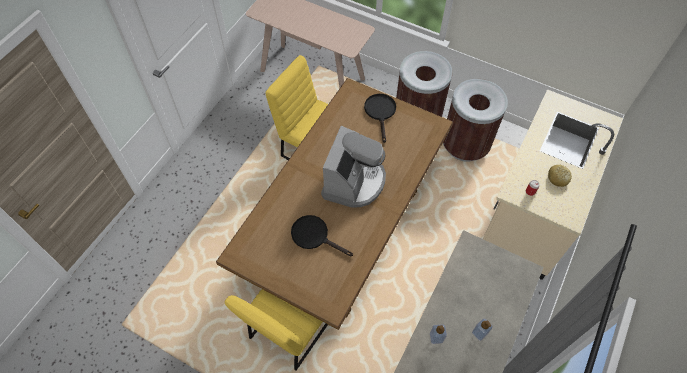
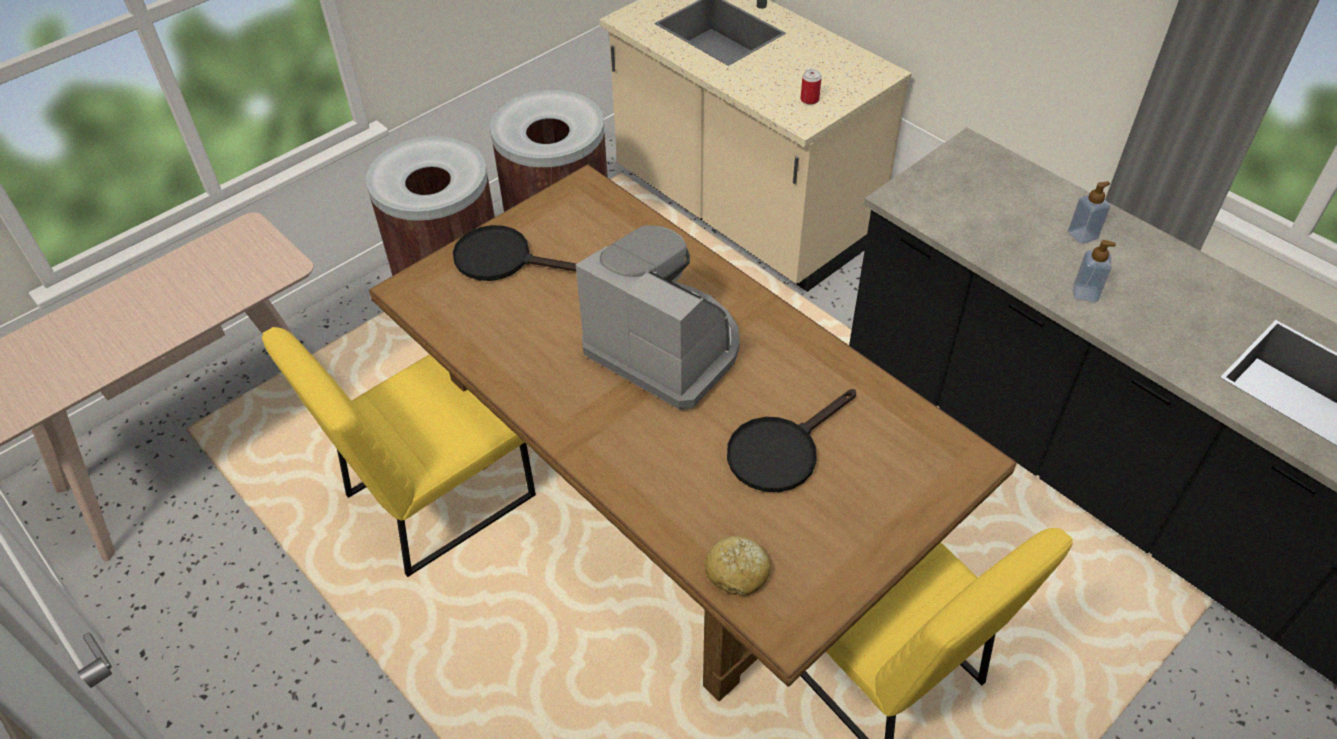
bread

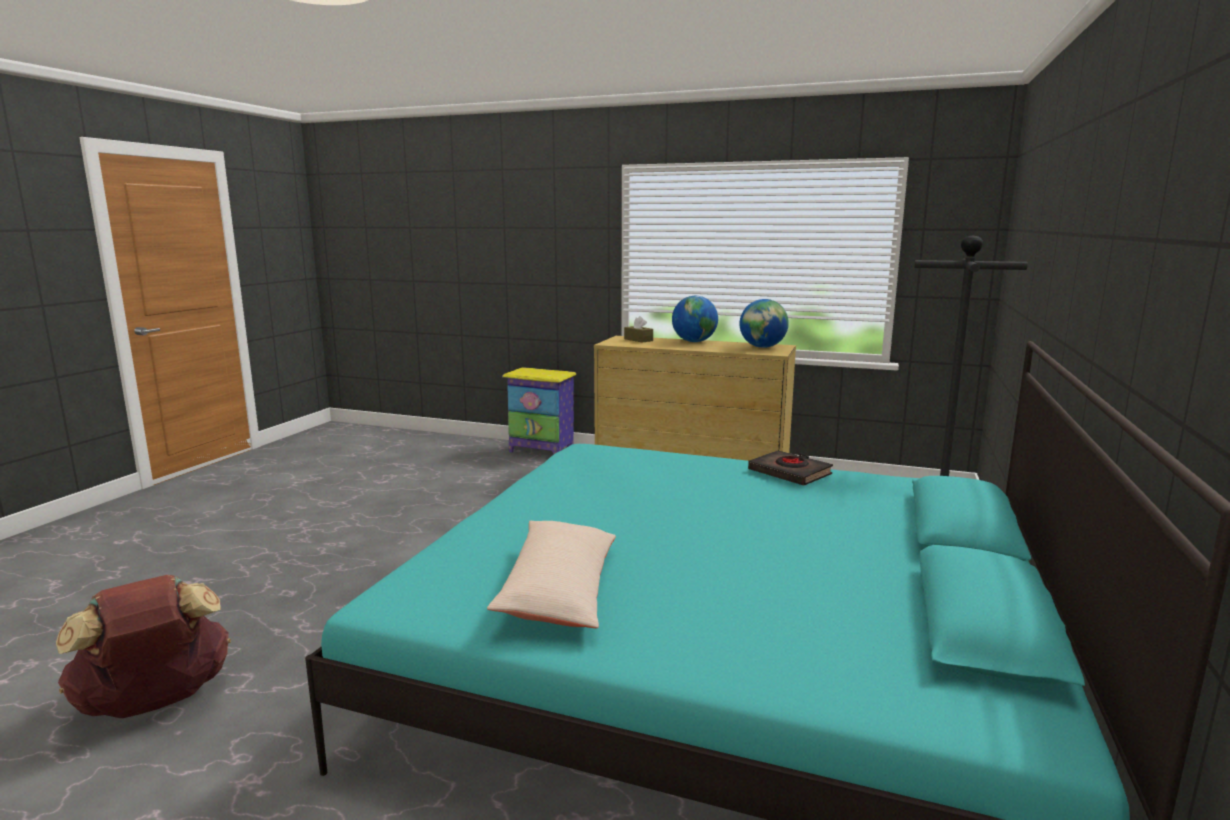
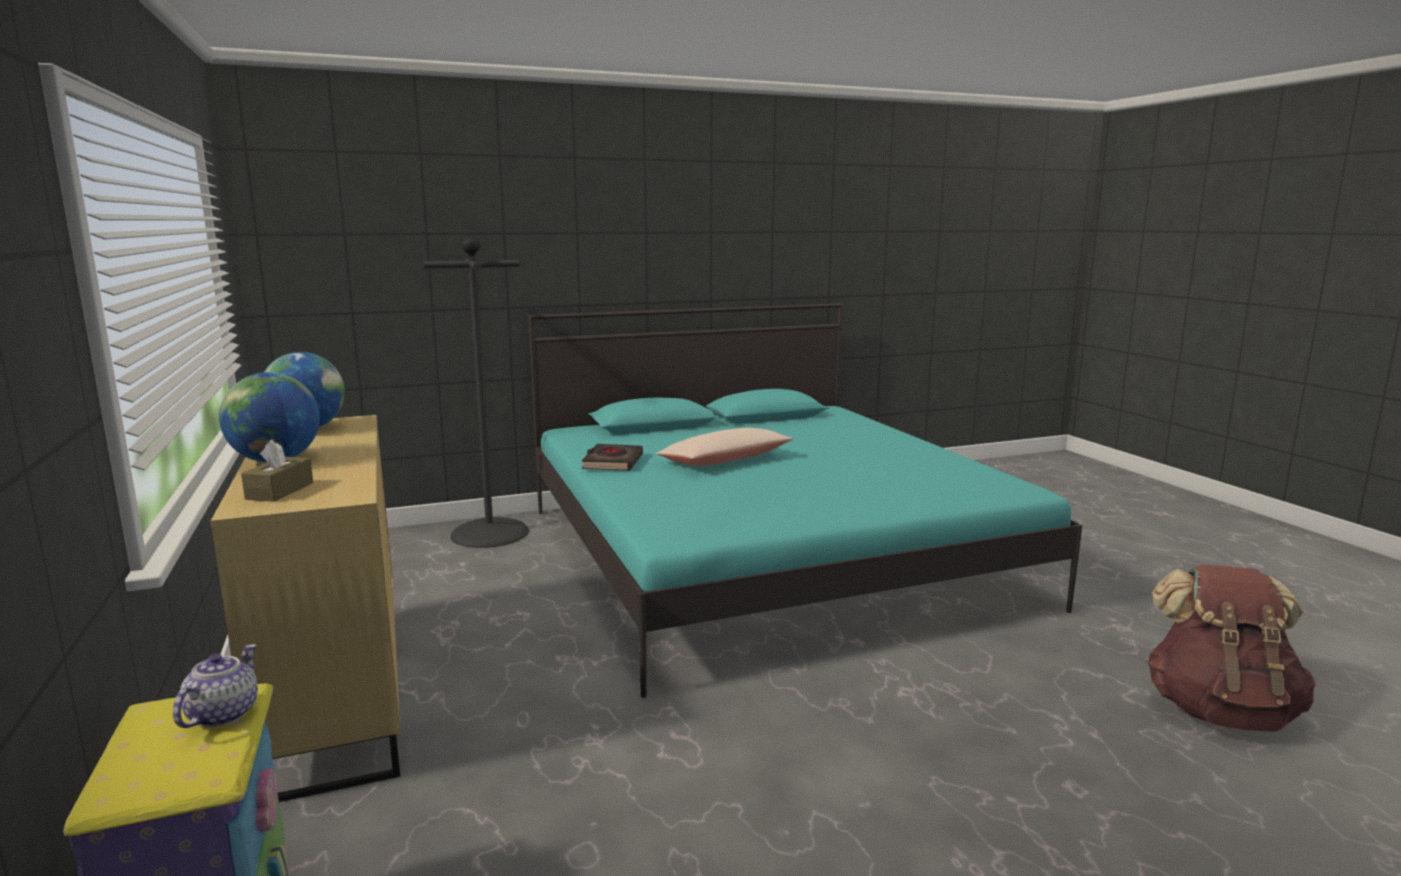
tea pot; sand-coloured throw pillow

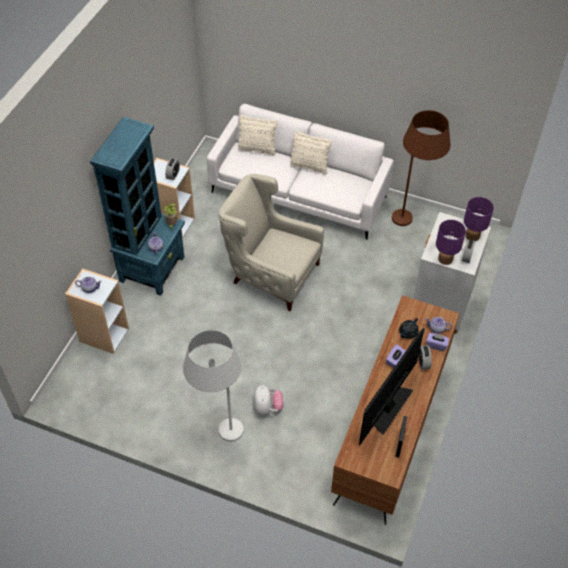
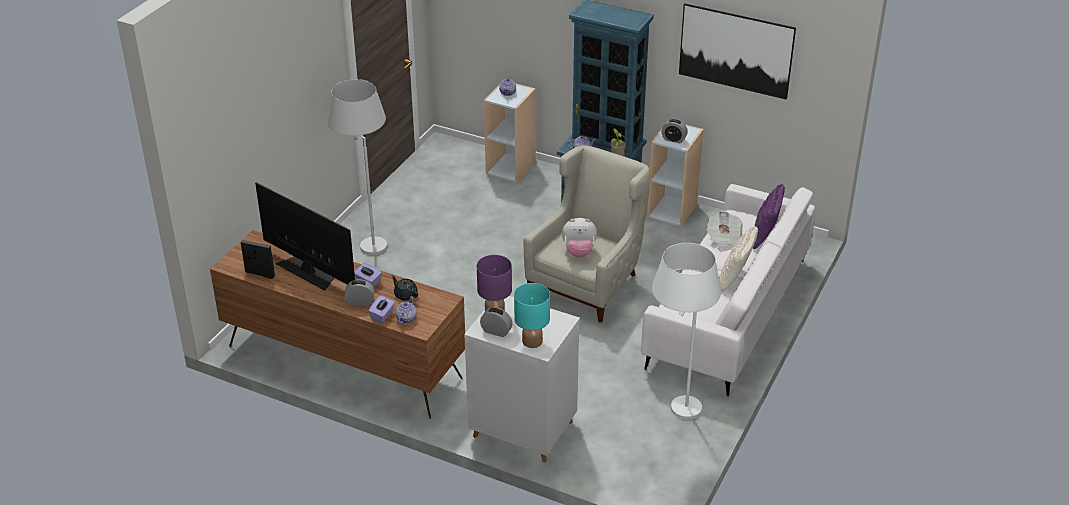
turquoise-coloured table lamp; soft toy; white-coloured floor lamp (no. 2 from left); wall art; printed paper; purple-coloured throw pillow

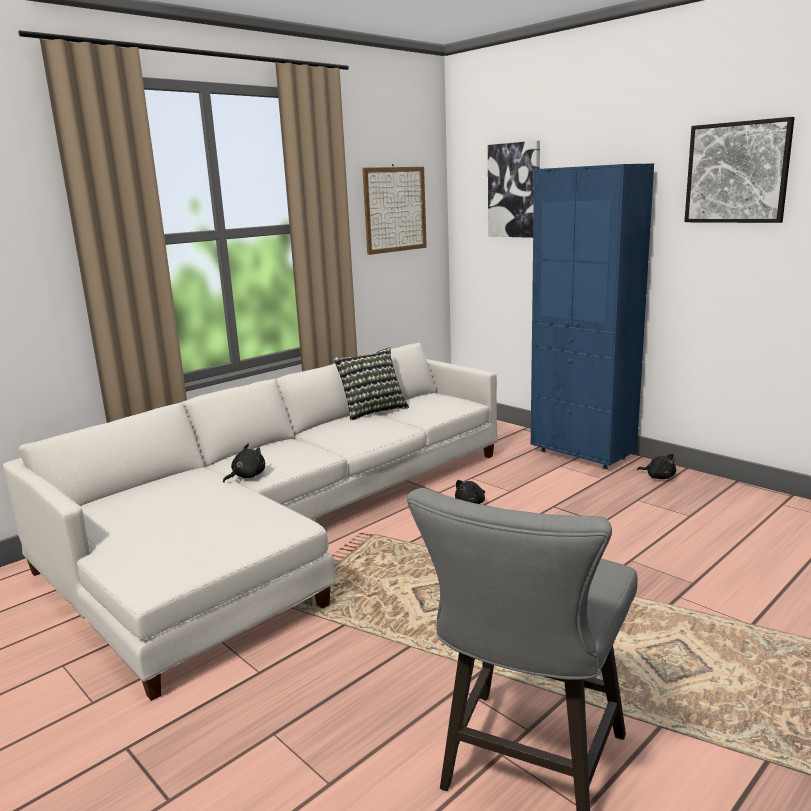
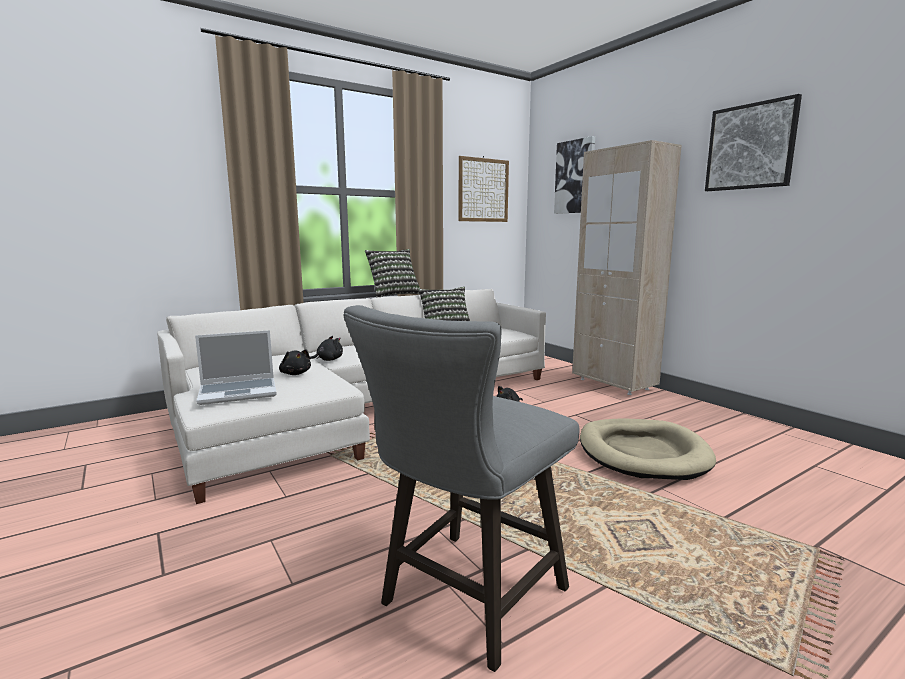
notebook computer; black soft toy (no. 1 from left); throw pillow (no. 1 from left); sand-coloured cupboard; sand-coloured dog cushion

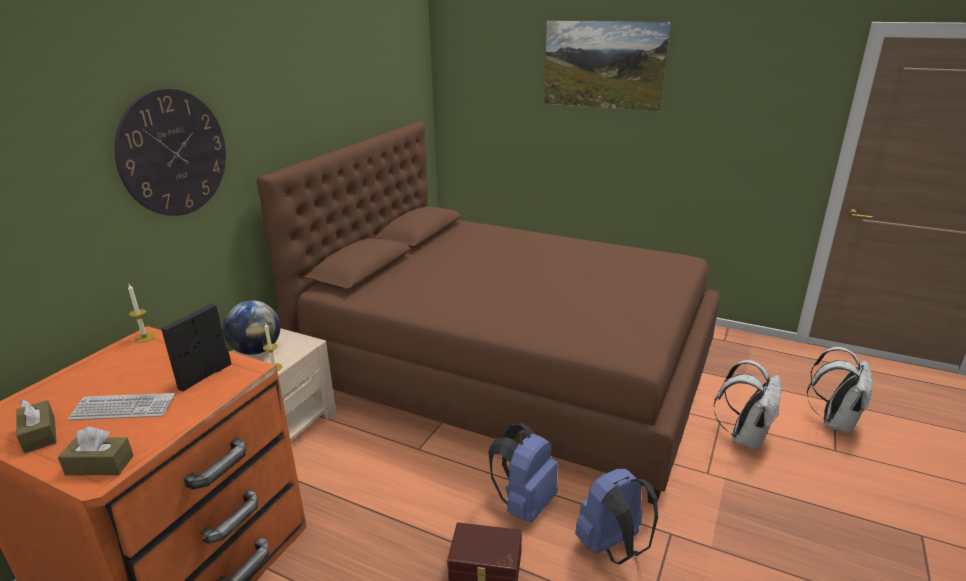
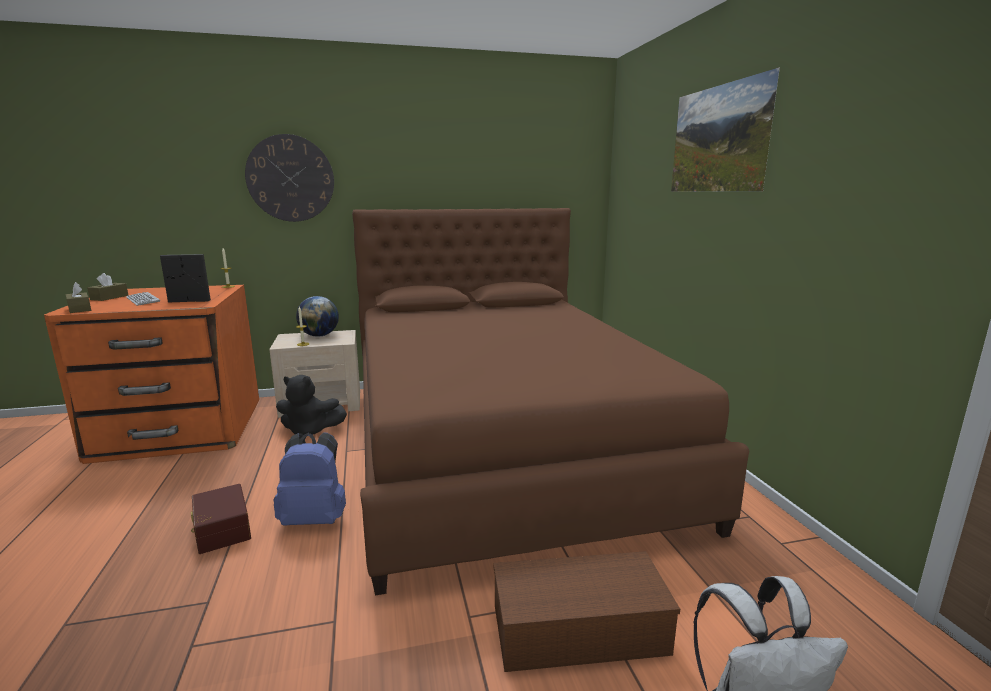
black soft toy; brown-coloured storage box (no. 2 from left); bluish rucksack (no. 2 from left in the first image)

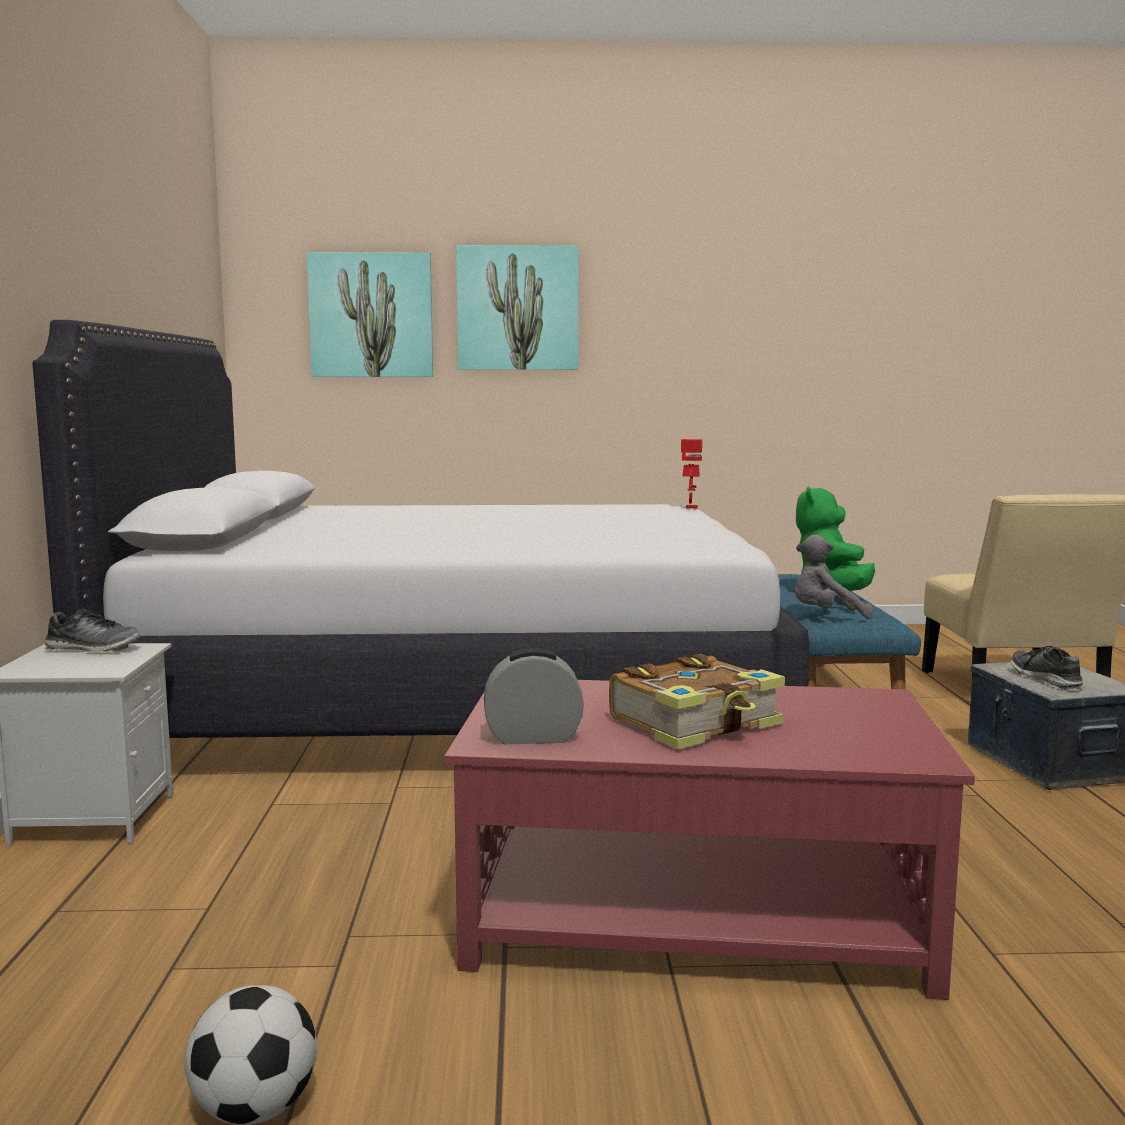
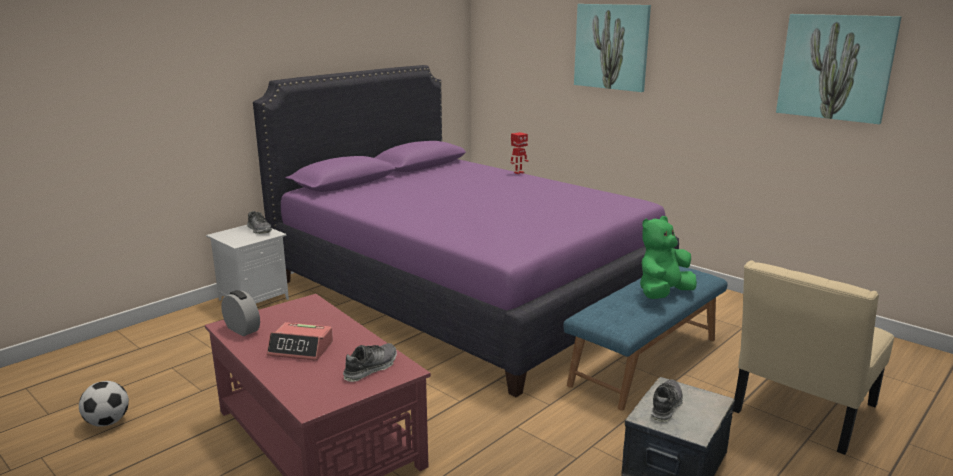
purple-coloured bedroom bed; alarm clock (no. 2 from left); shoe (no. 2 from left); robot figure; wall art (no. 2 from left); greyish soft toy

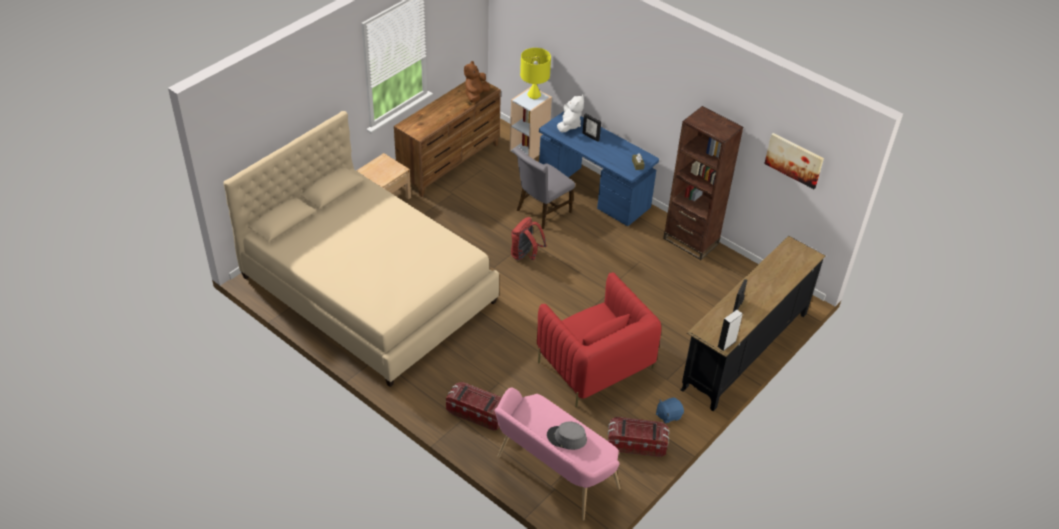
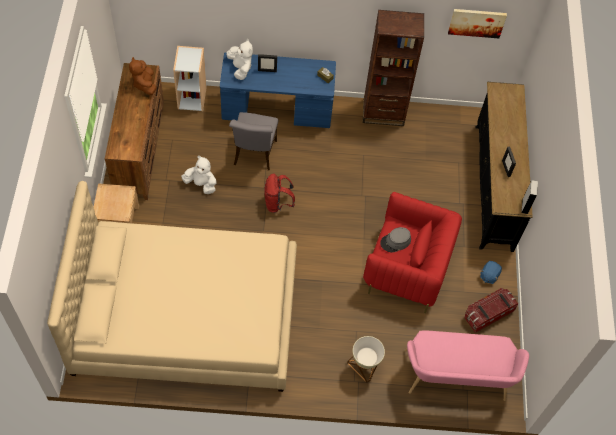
white-coloured soft toy (no. 1 from left); flower pot; greyish wearable hat; yellow-coloured table lamp

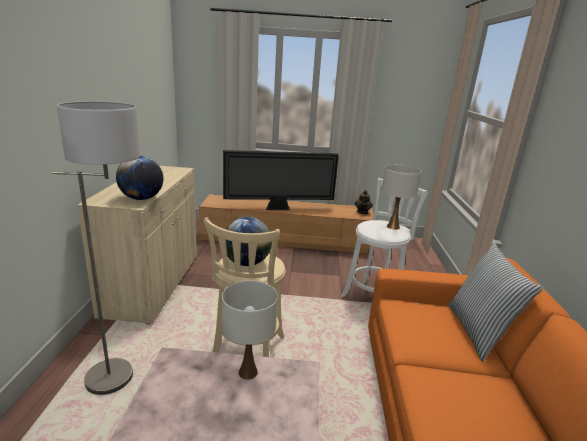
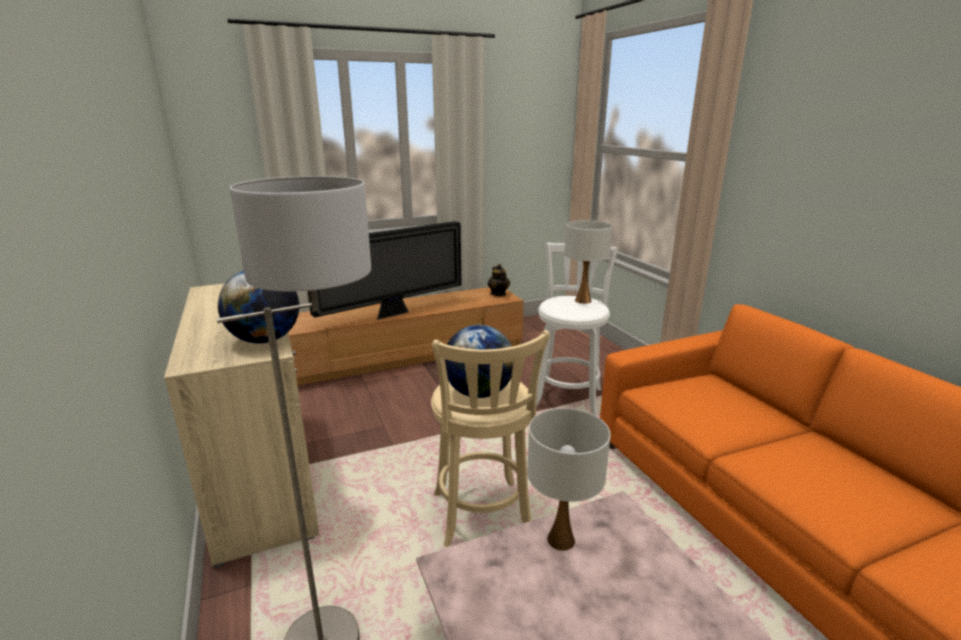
throw pillow

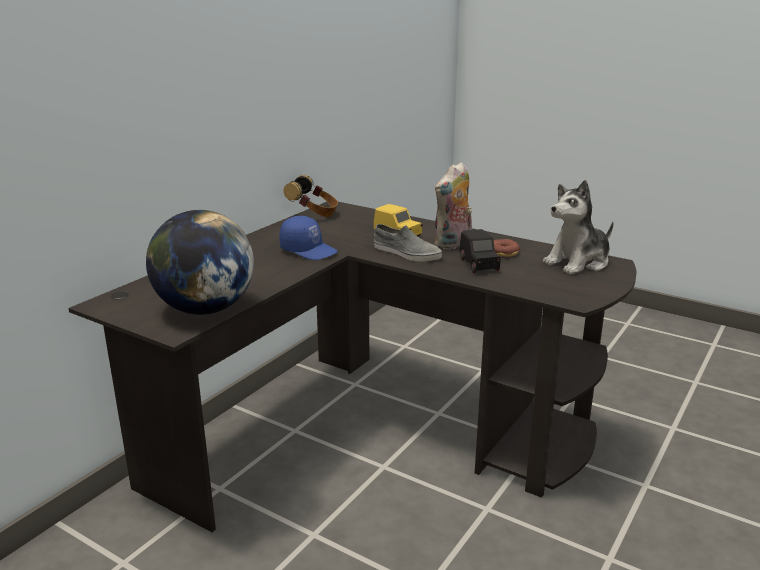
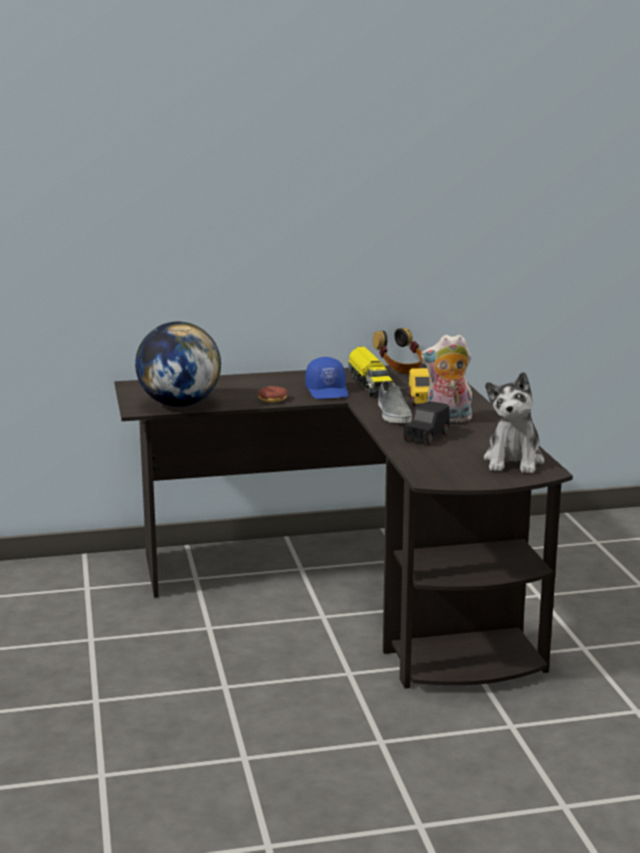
ring doughnut; toy lorry; soft toy (no. 2 from left)

